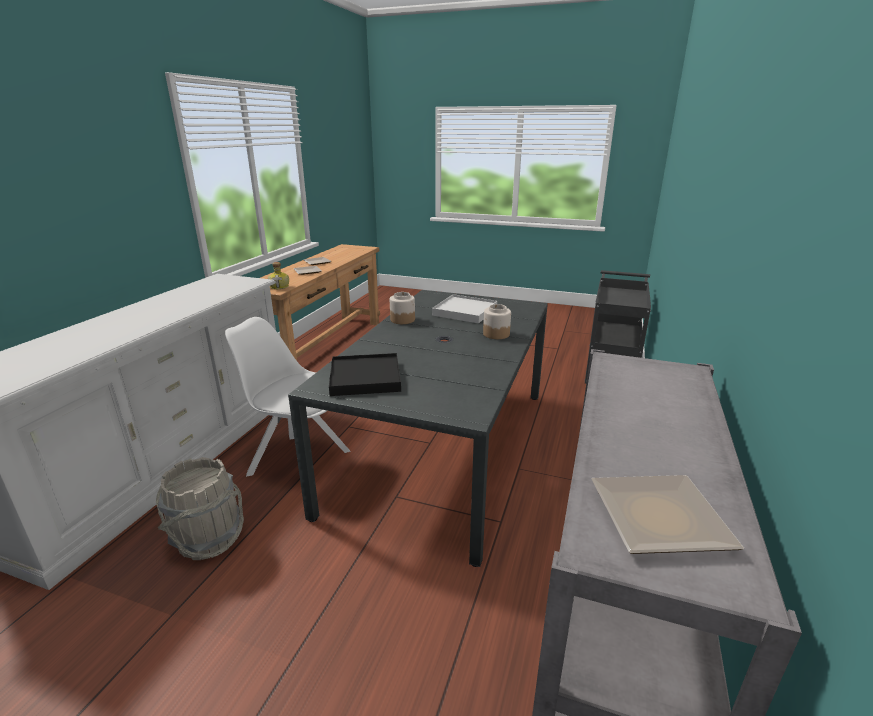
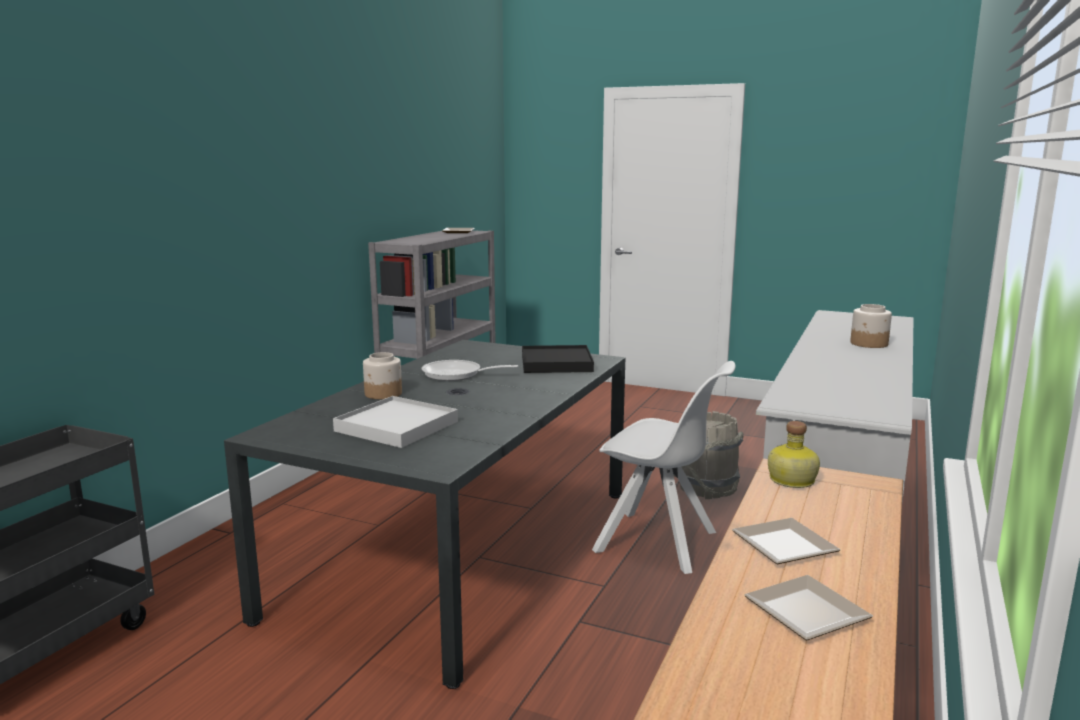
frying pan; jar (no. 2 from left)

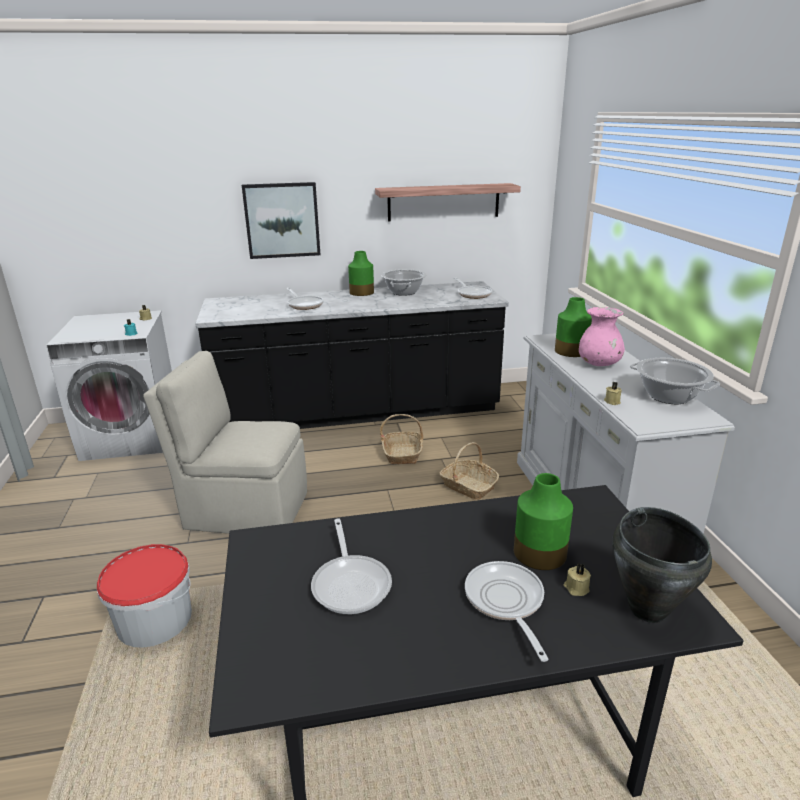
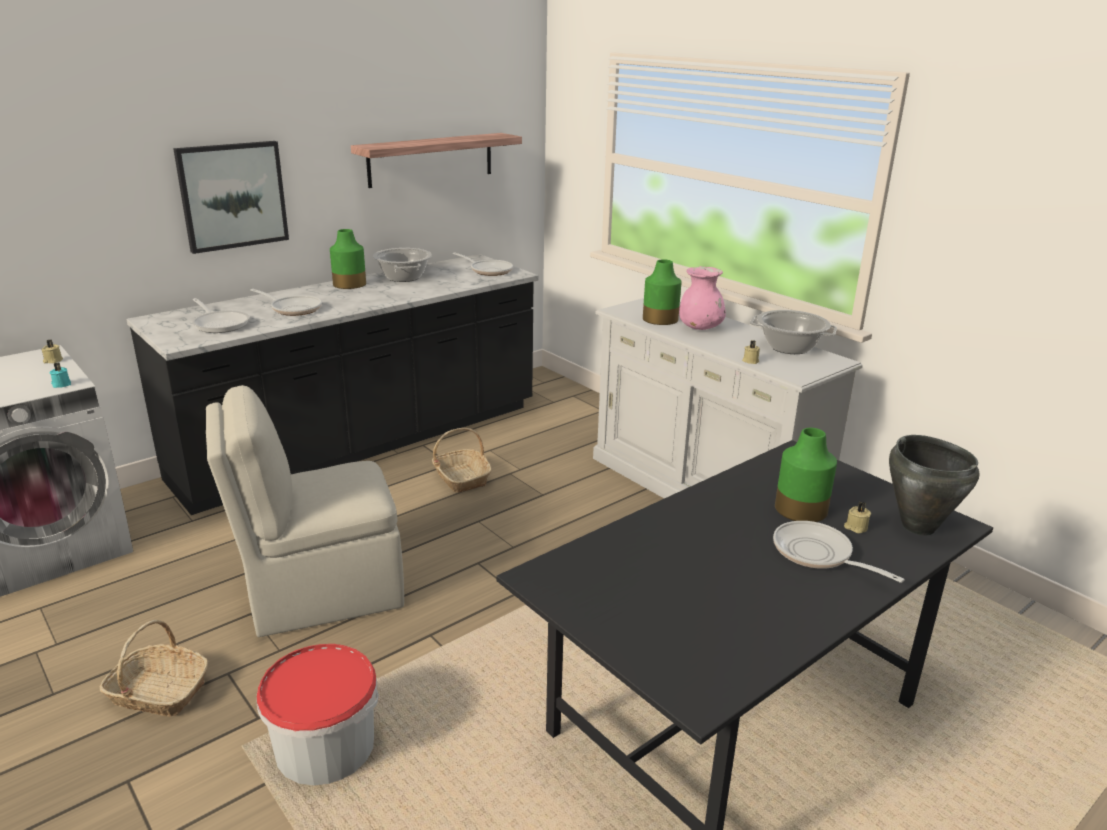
household basket (no. 1 from left); frying pan (no. 1 from left)

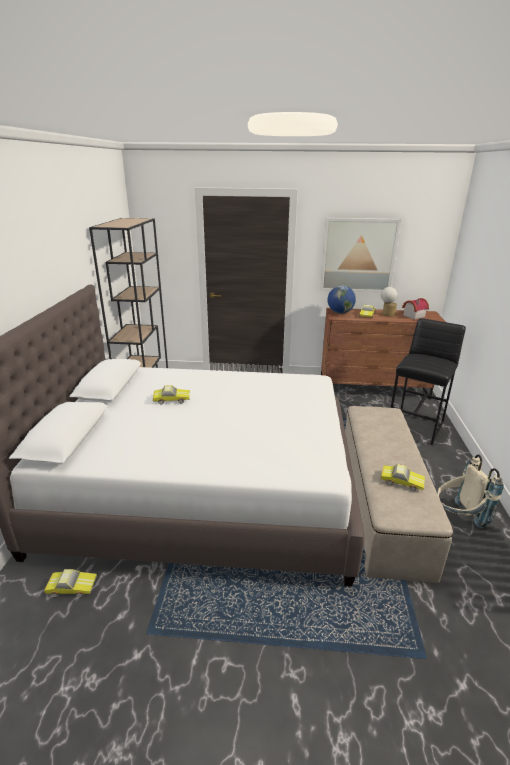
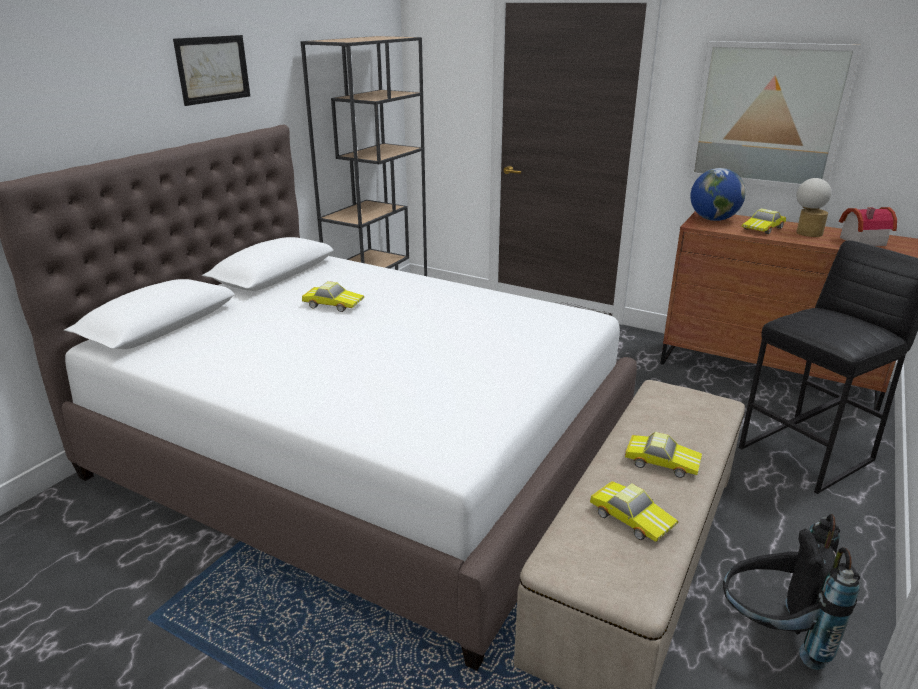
wall art (no. 1 from left); model car (no. 3 from left); black rucksack

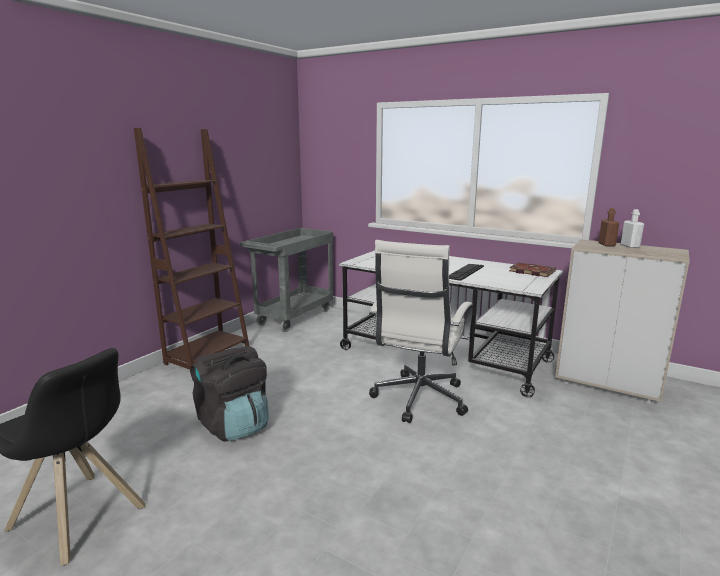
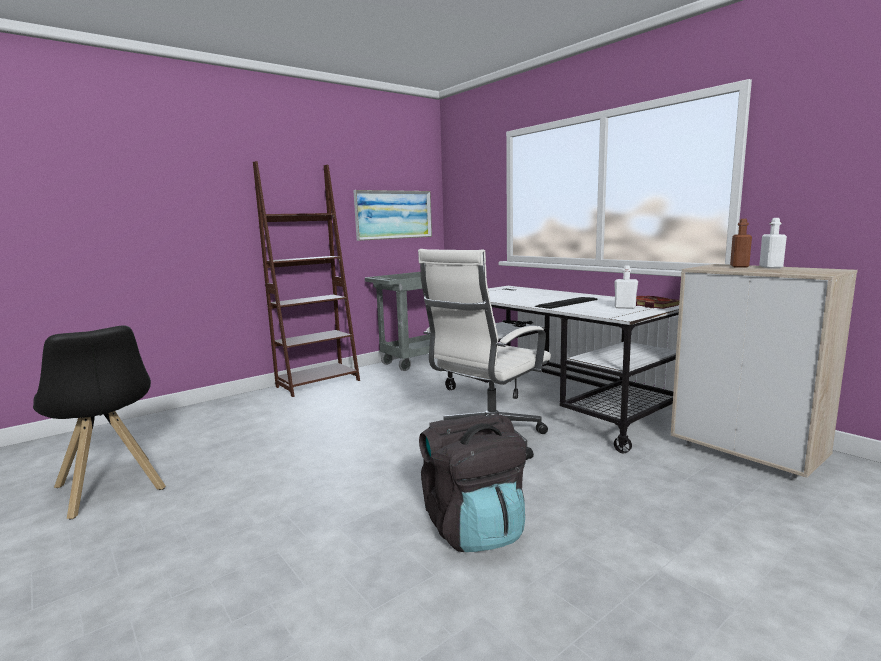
wall art; black rucksack; white-coloured drink bottle (no. 1 from left)

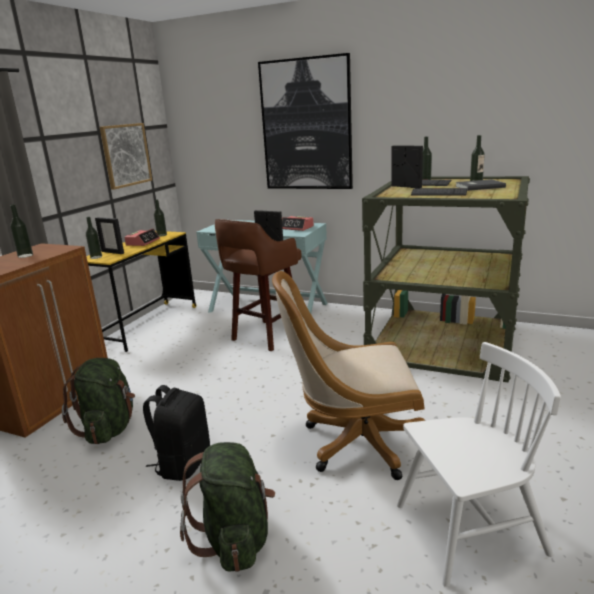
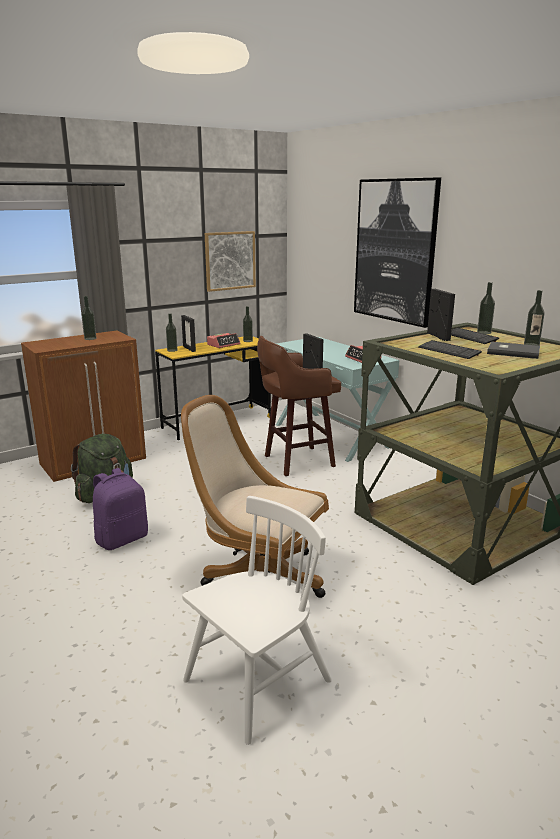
purple-coloured rucksack; white-coloured upright chair; green-coloured rucksack (no. 2 from left in the first image)

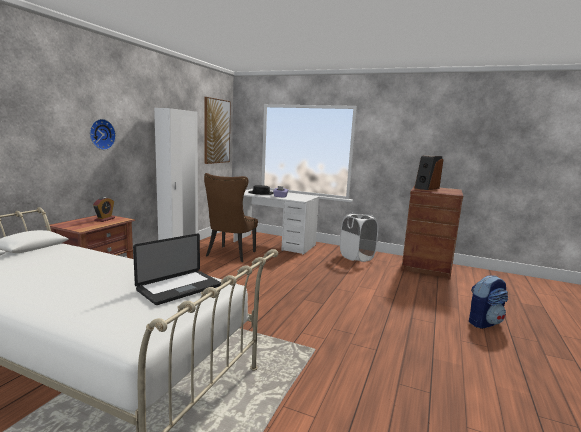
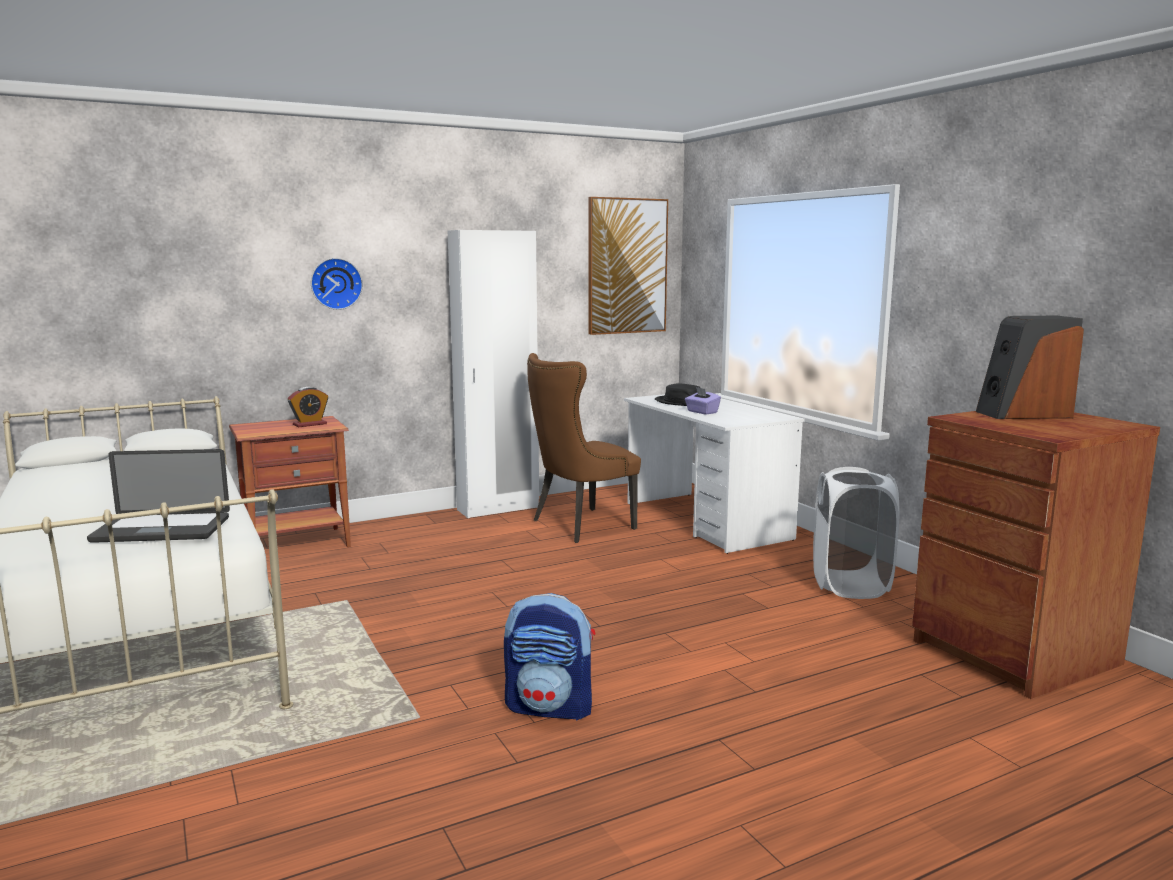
rucksack

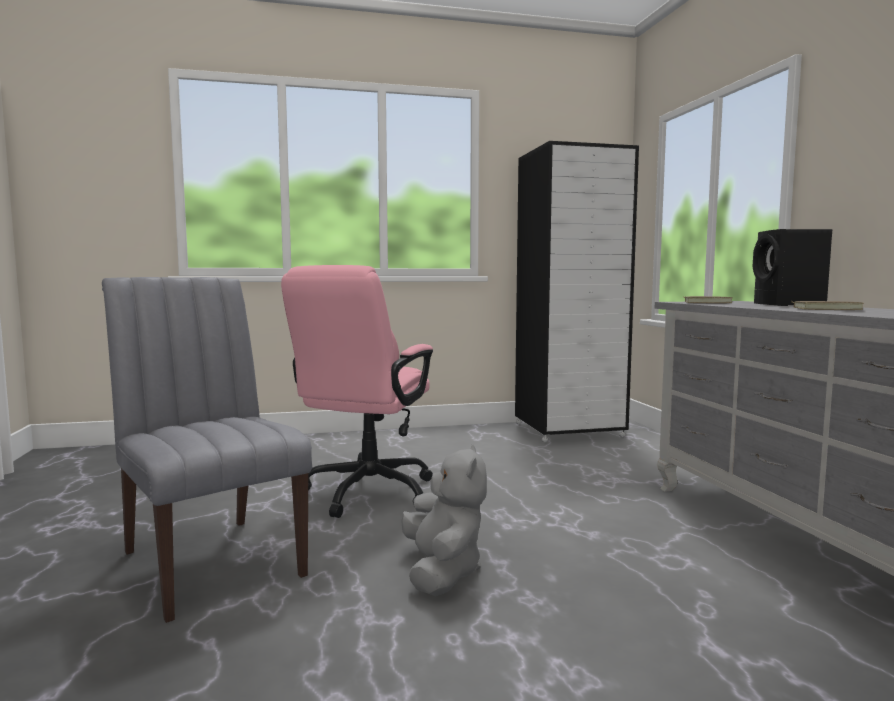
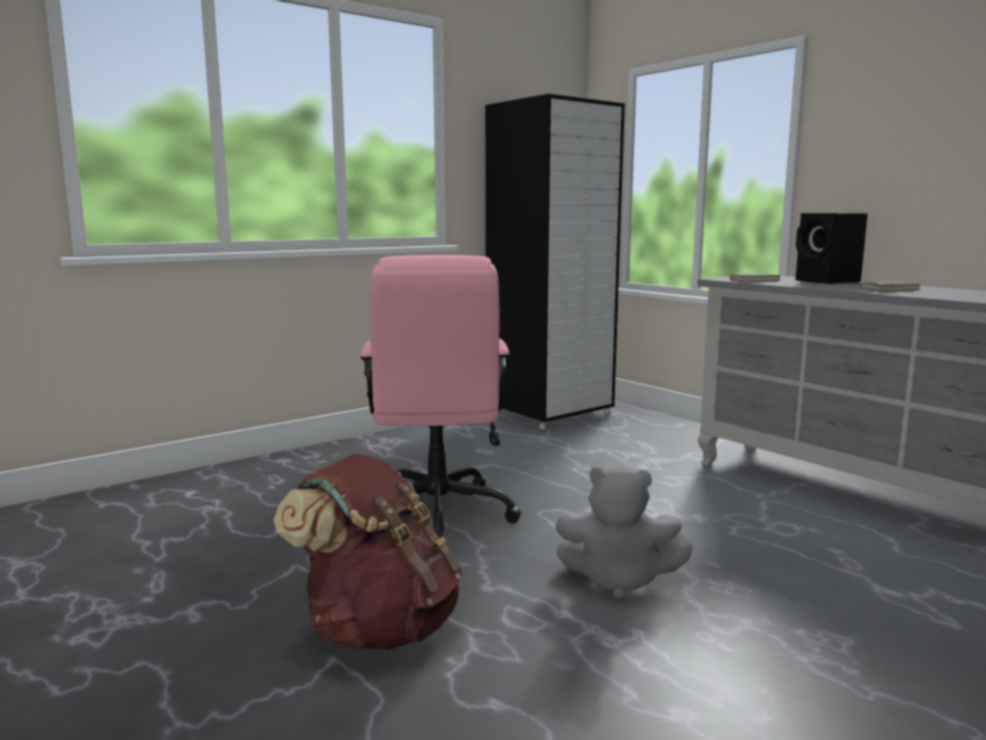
brown-coloured rucksack; greyish soft toy

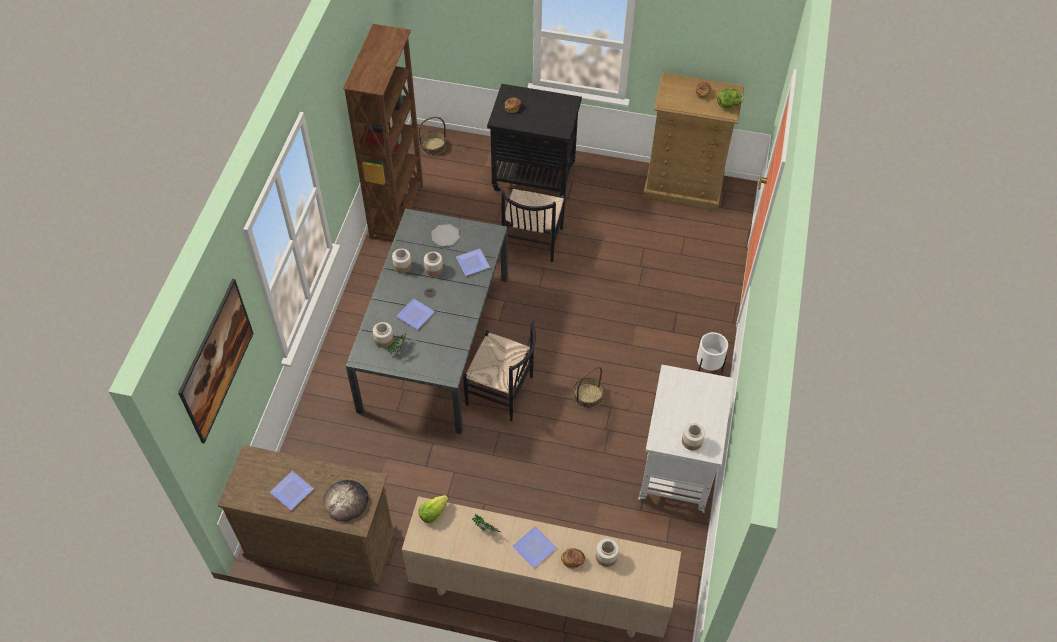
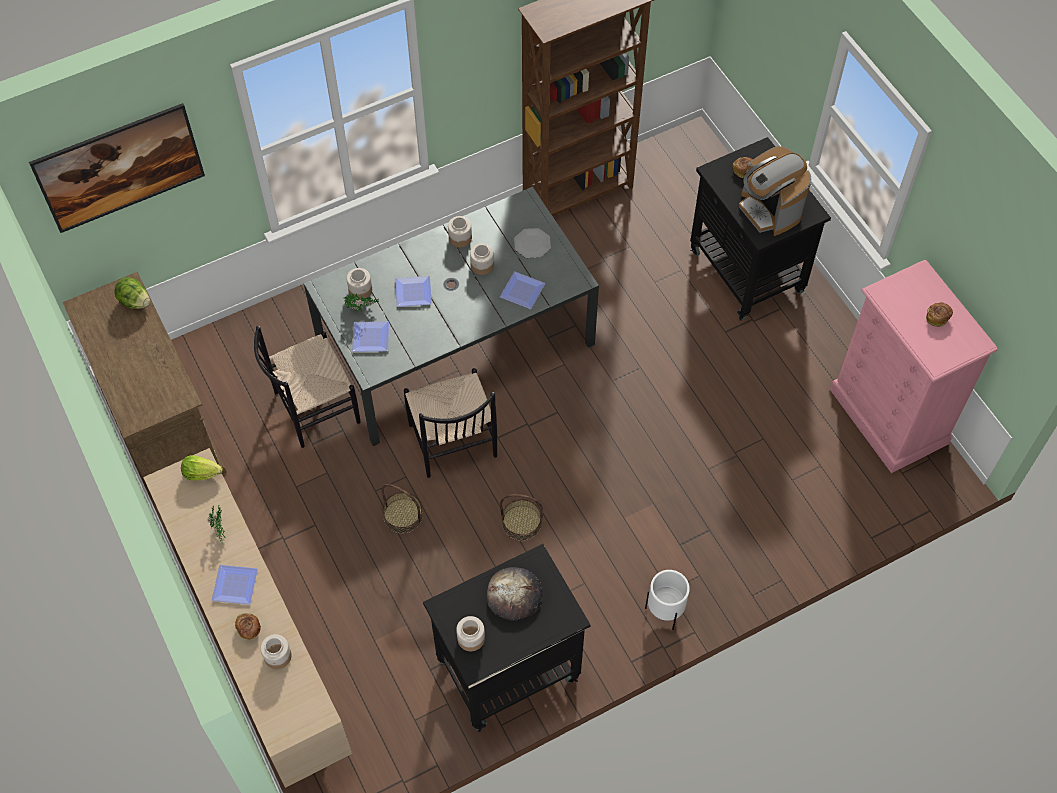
lettuce head (no. 1 from left); black upright chair (no. 1 from left); flat dish (no. 2 from left); household basket (no. 1 from left); black cart (no. 1 from left); bread (no. 2 from left); coffee brewer; pink-coloured chest of drawers

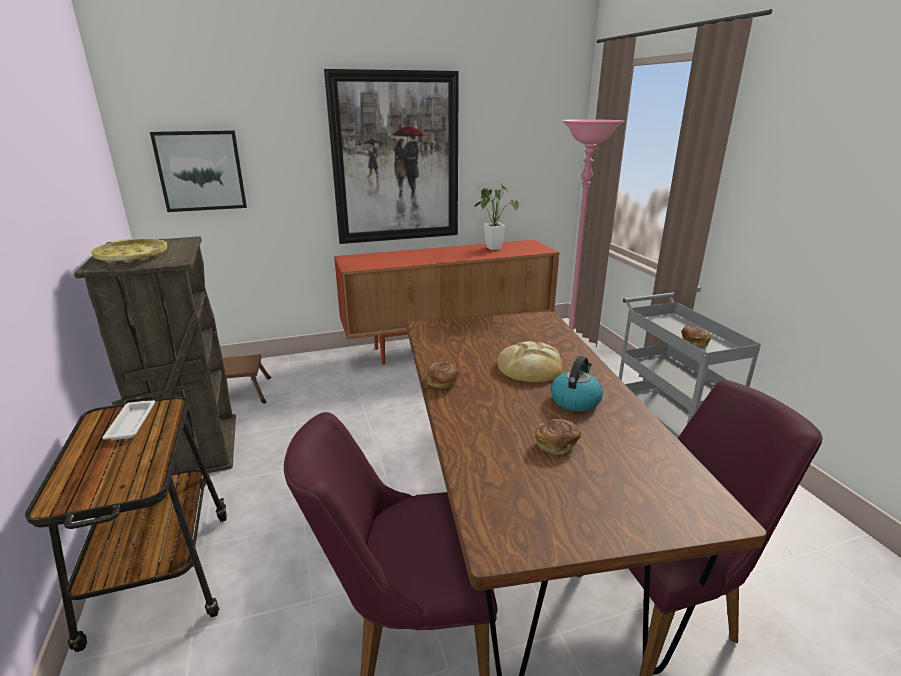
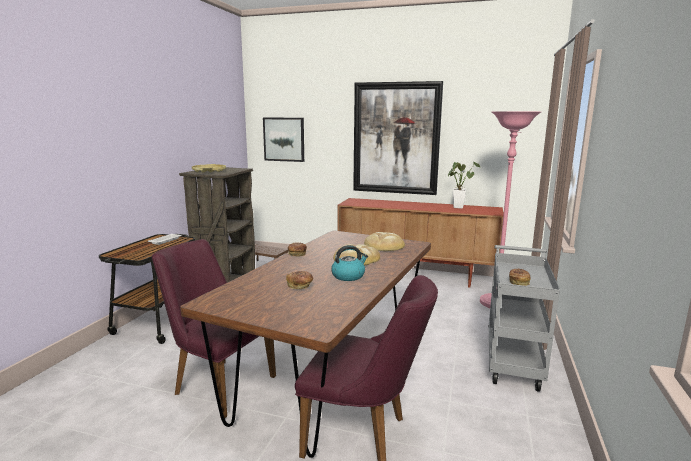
bread (no. 4 from left)

